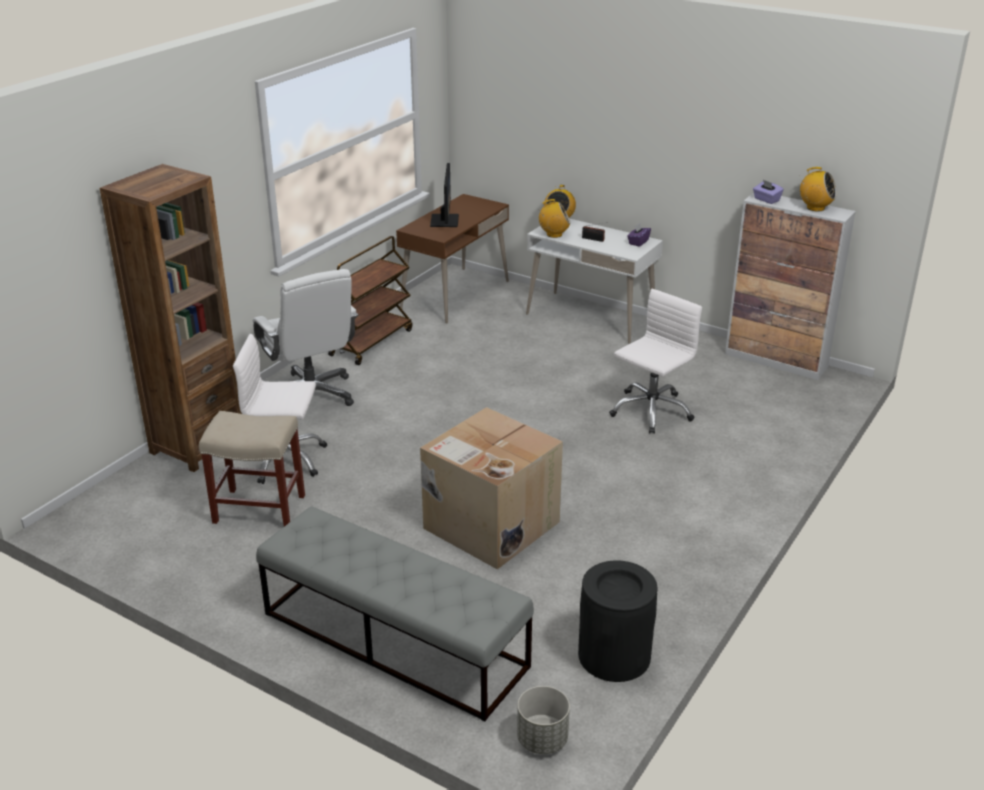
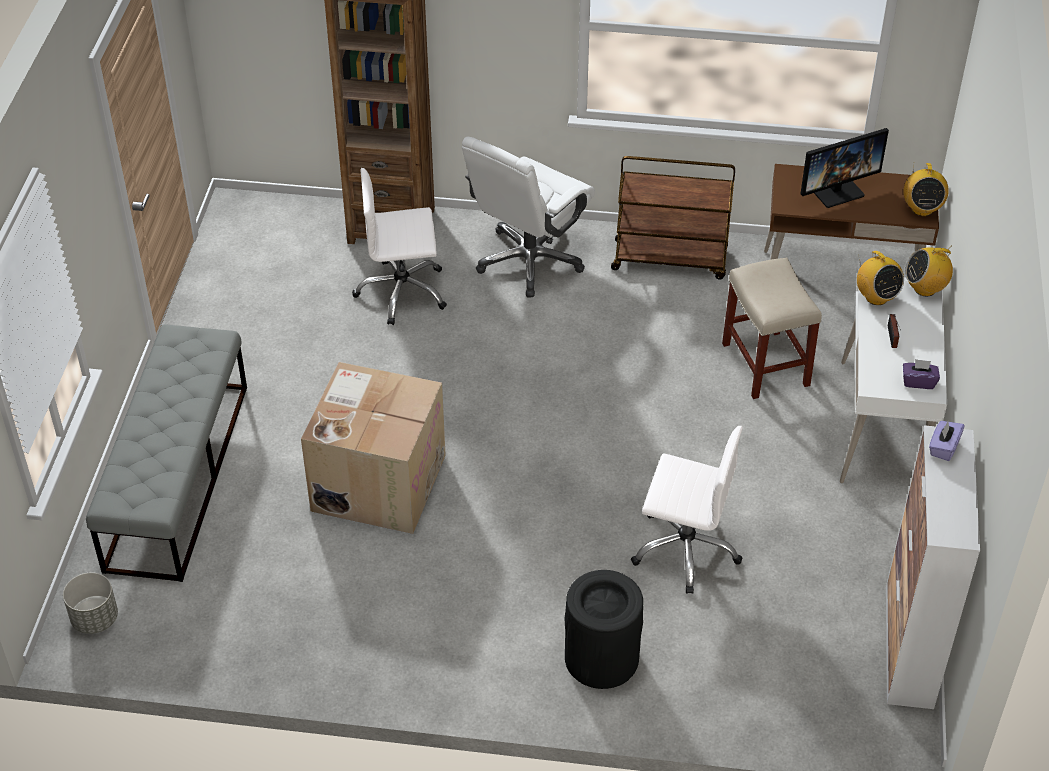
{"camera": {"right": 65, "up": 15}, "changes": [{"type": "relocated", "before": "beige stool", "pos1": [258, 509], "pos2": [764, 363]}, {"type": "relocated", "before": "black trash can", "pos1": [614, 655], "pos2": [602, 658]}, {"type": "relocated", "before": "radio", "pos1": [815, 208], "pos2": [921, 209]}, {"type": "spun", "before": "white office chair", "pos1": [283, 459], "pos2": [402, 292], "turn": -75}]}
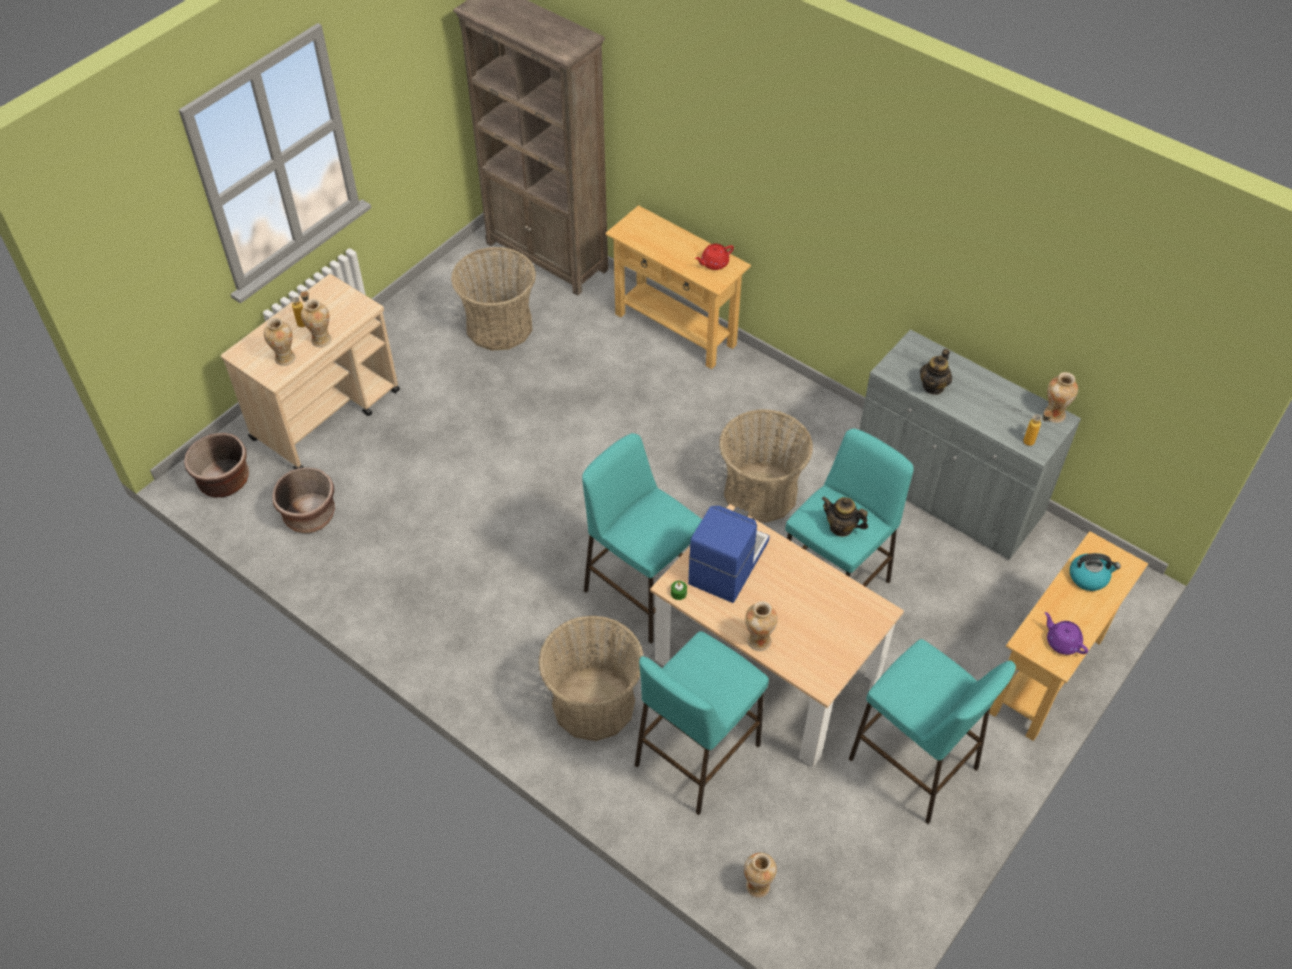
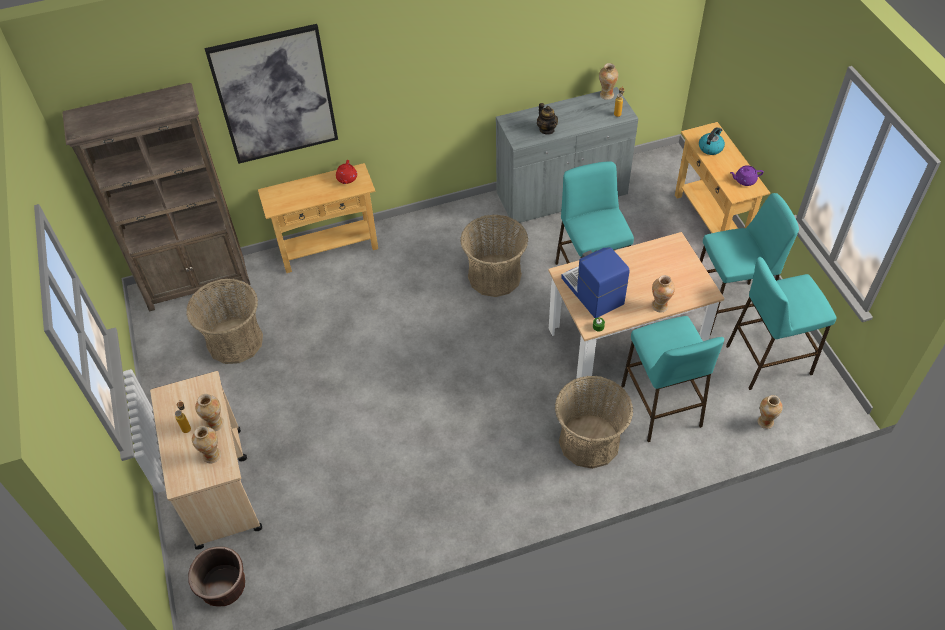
{"camera": {"right": -55, "up": 0}, "changes": [{"type": "missing", "before": "brown planter", "pos1": [310, 516]}, {"type": "missing", "before": "teapot", "pos1": [841, 527]}, {"type": "appeared", "after": "picture", "pos2": [275, 95]}, {"type": "relocated", "before": "turquoise stool", "pos1": [642, 592], "pos2": [768, 360]}]}
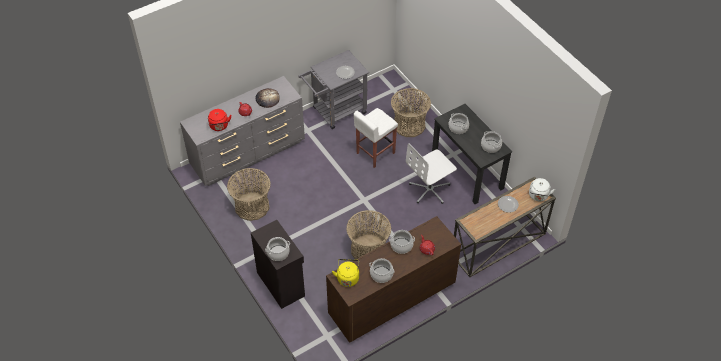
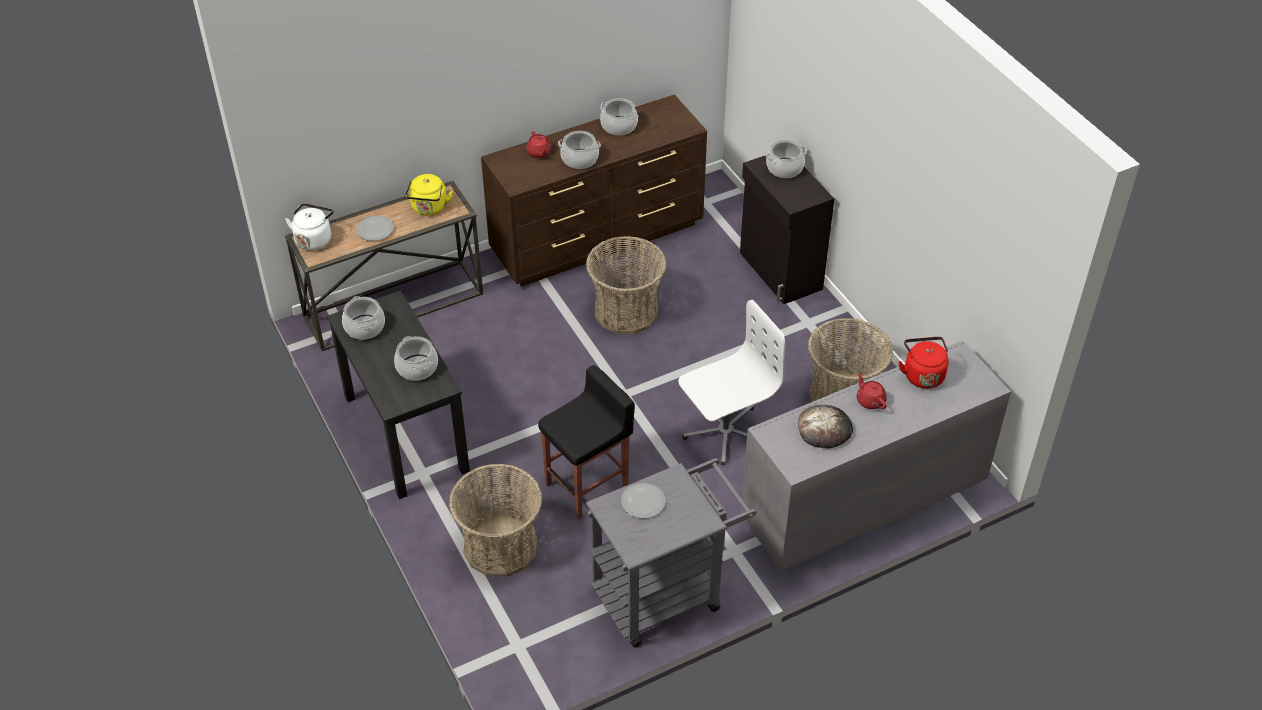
{"camera": {"right": -175, "up": -5}, "changes": [{"type": "relocated", "before": "yellow kettle", "pos1": [347, 277], "pos2": [429, 208]}, {"type": "relocated", "before": "white office chair", "pos1": [430, 190], "pos2": [724, 432]}, {"type": "colour", "before": "white stool", "after": "black stool", "pos1": [375, 153], "pos2": [588, 486]}]}
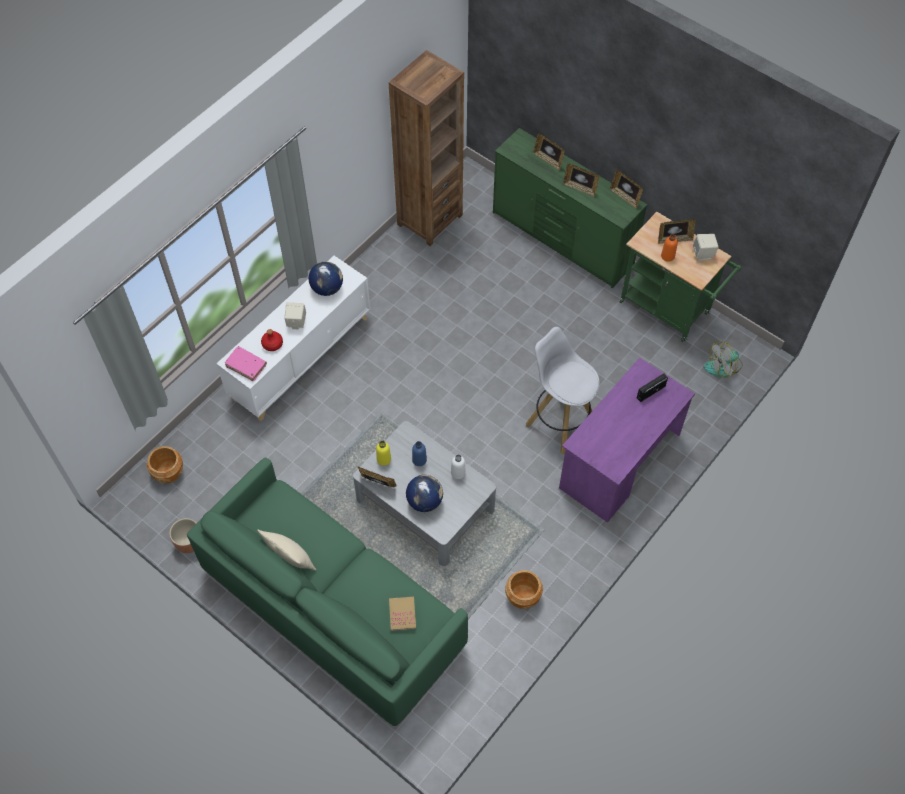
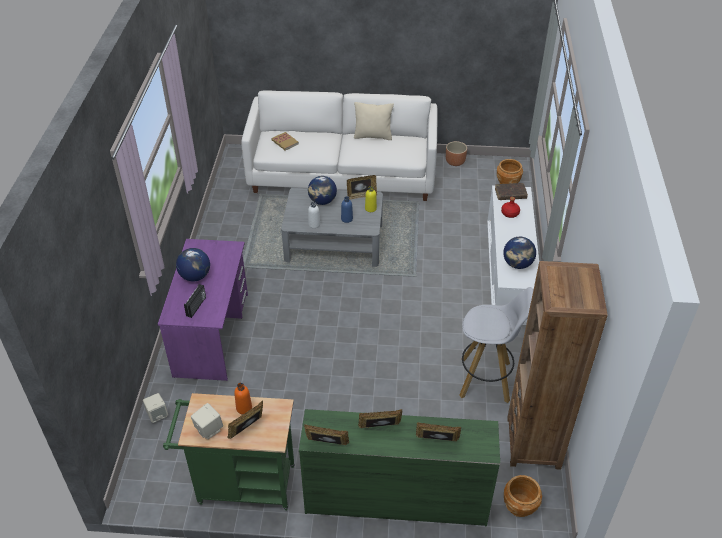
{"camera": {"right": 145, "up": -15}, "changes": [{"type": "missing", "before": "fan", "pos1": [723, 366]}, {"type": "appeared", "after": "globe", "pos2": [195, 276]}, {"type": "relocated", "before": "beige speaker", "pos1": [296, 322], "pos2": [157, 415]}, {"type": "relocated", "before": "brown planter", "pos1": [523, 596], "pos2": [519, 506]}, {"type": "relocated", "before": "white stool", "pos1": [559, 422], "pos2": [486, 380]}, {"type": "colour", "before": "green sofa", "after": "white sofa", "pos1": [332, 608], "pos2": [342, 174]}, {"type": "colour", "before": "pink book", "after": "brown book", "pos1": [246, 366], "pos2": [510, 194]}]}
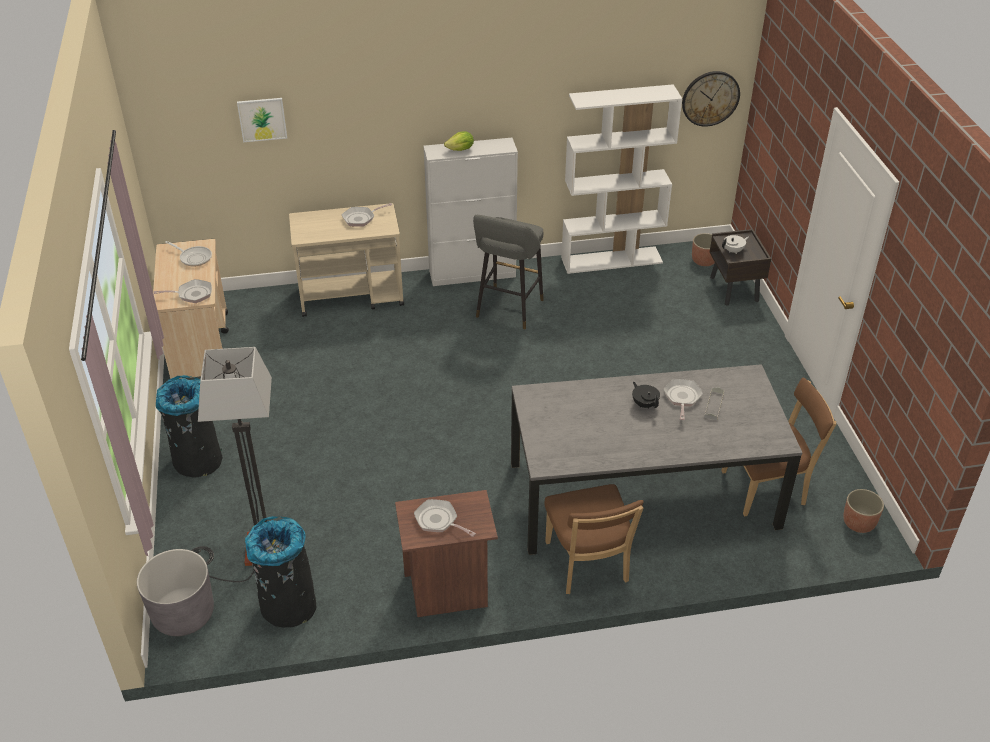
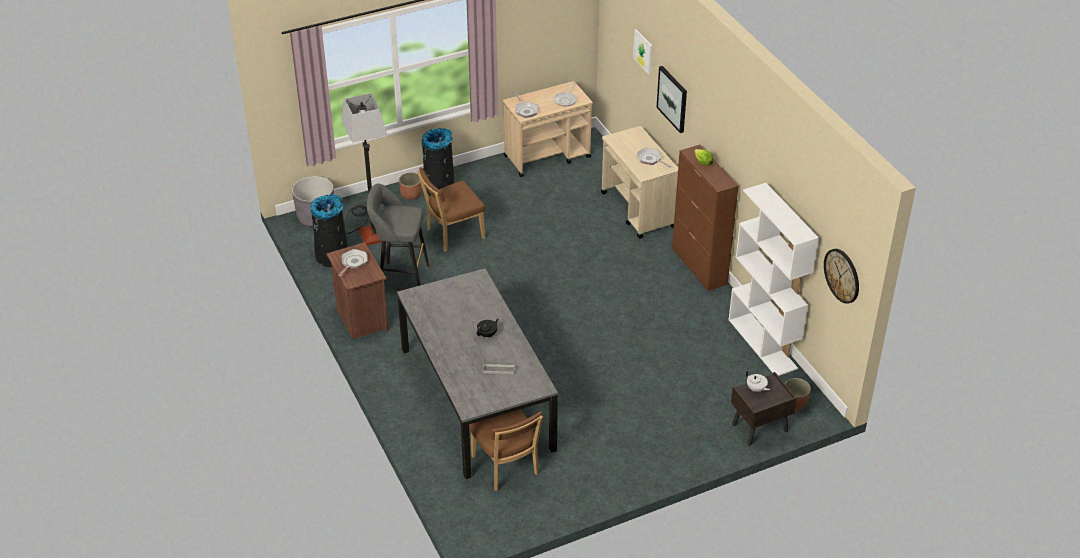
{"camera": {"right": 75, "up": 0}, "changes": [{"type": "missing", "before": "frying pan", "pos1": [682, 398]}, {"type": "appeared", "after": "picture", "pos2": [673, 99]}, {"type": "relocated", "before": "grey stool", "pos1": [508, 311], "pos2": [400, 278]}, {"type": "relocated", "before": "brown chair", "pos1": [588, 565], "pos2": [452, 234]}, {"type": "relocated", "before": "planter", "pos1": [858, 523], "pos2": [411, 195]}, {"type": "colour", "before": "white cabinet", "after": "brown cabinet", "pos1": [473, 274], "pos2": [699, 266]}]}
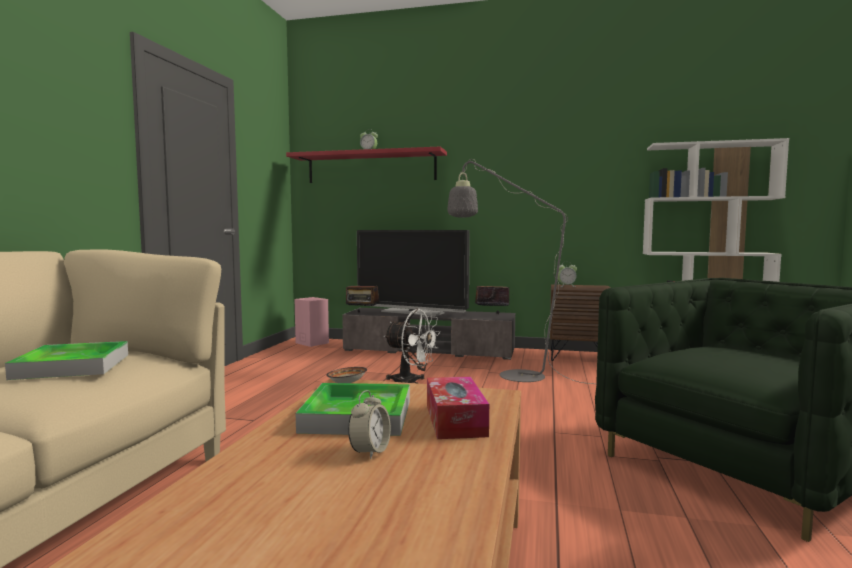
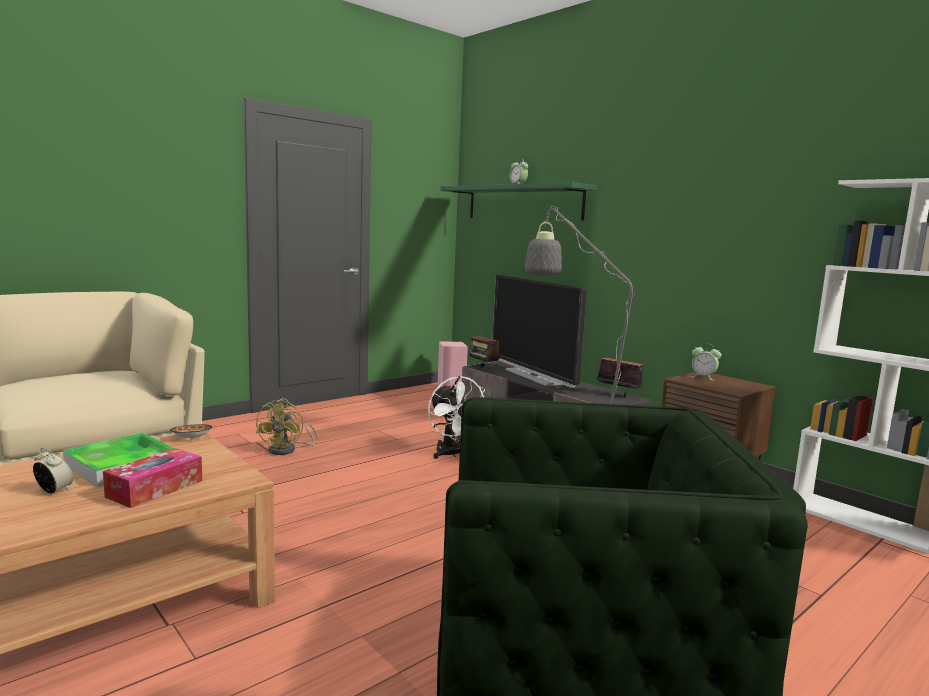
{"camera": {"right": 35, "up": 5}, "changes": [{"type": "missing", "before": "tray", "pos1": [72, 366]}, {"type": "appeared", "after": "yellow fan", "pos2": [288, 450]}, {"type": "colour", "before": "red shelf", "after": "green shelf", "pos1": [371, 167], "pos2": [523, 203]}, {"type": "spun", "before": "alarm clock", "pos1": [370, 451], "pos2": [54, 491], "turn": -120}]}
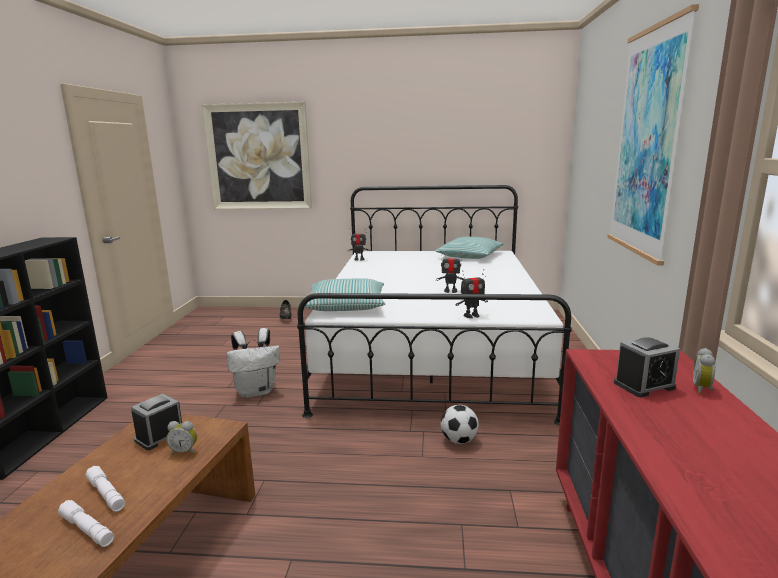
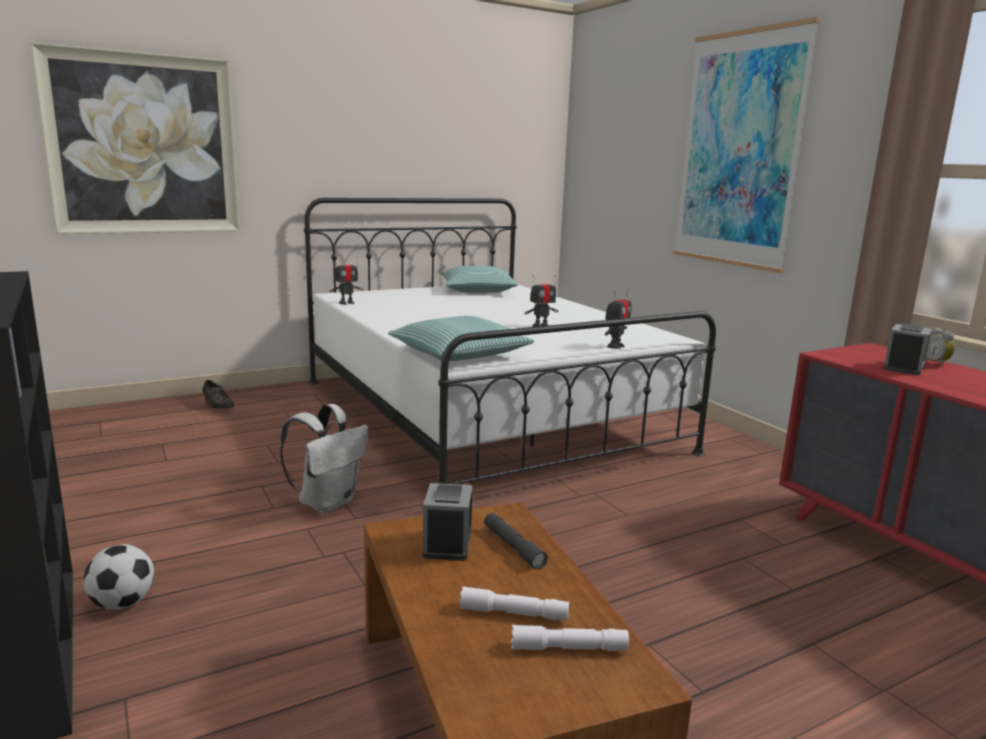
{"camera": {"right": -35, "up": 0}, "changes": [{"type": "relocated", "before": "football", "pos1": [459, 440], "pos2": [123, 603]}, {"type": "exchanged", "before": "alarm clock", "after": "grey flashlight", "pos1": [185, 451], "pos2": [513, 547]}]}
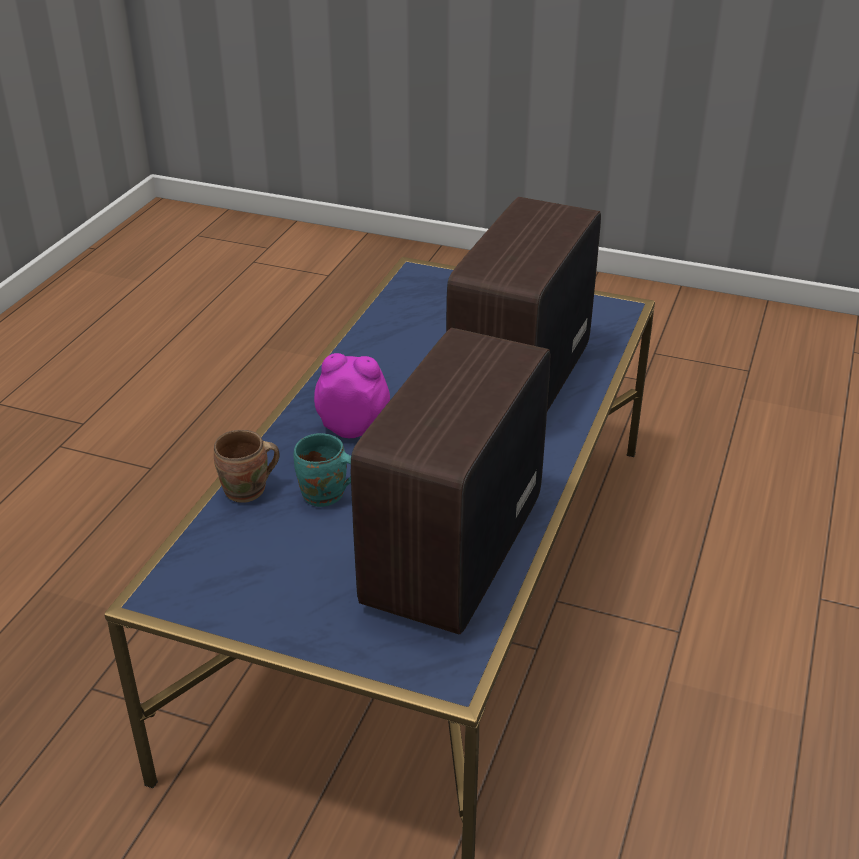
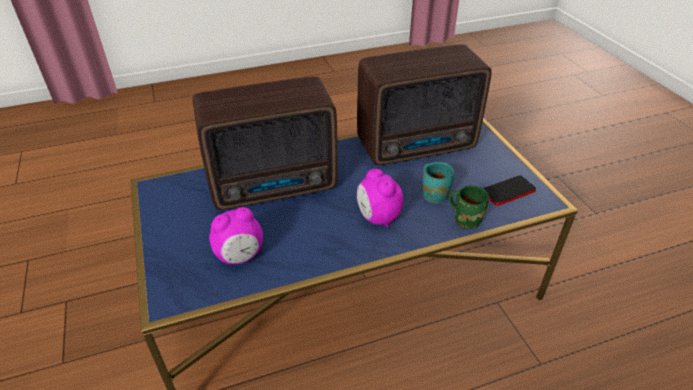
{"camera": {"right": -130, "up": 5}, "changes": [{"type": "appeared", "after": "alarm clock", "pos2": [240, 256]}, {"type": "appeared", "after": "phone", "pos2": [508, 191]}, {"type": "colour", "before": "brown mug", "after": "green mug", "pos1": [248, 491], "pos2": [466, 220]}]}
